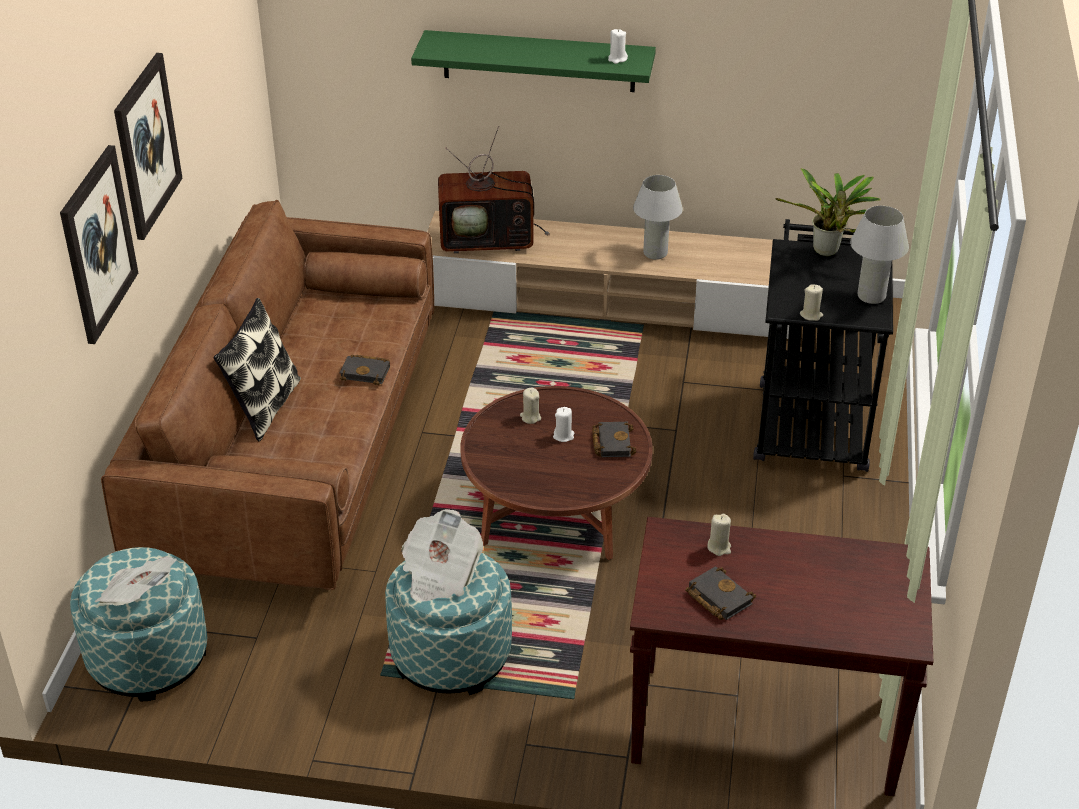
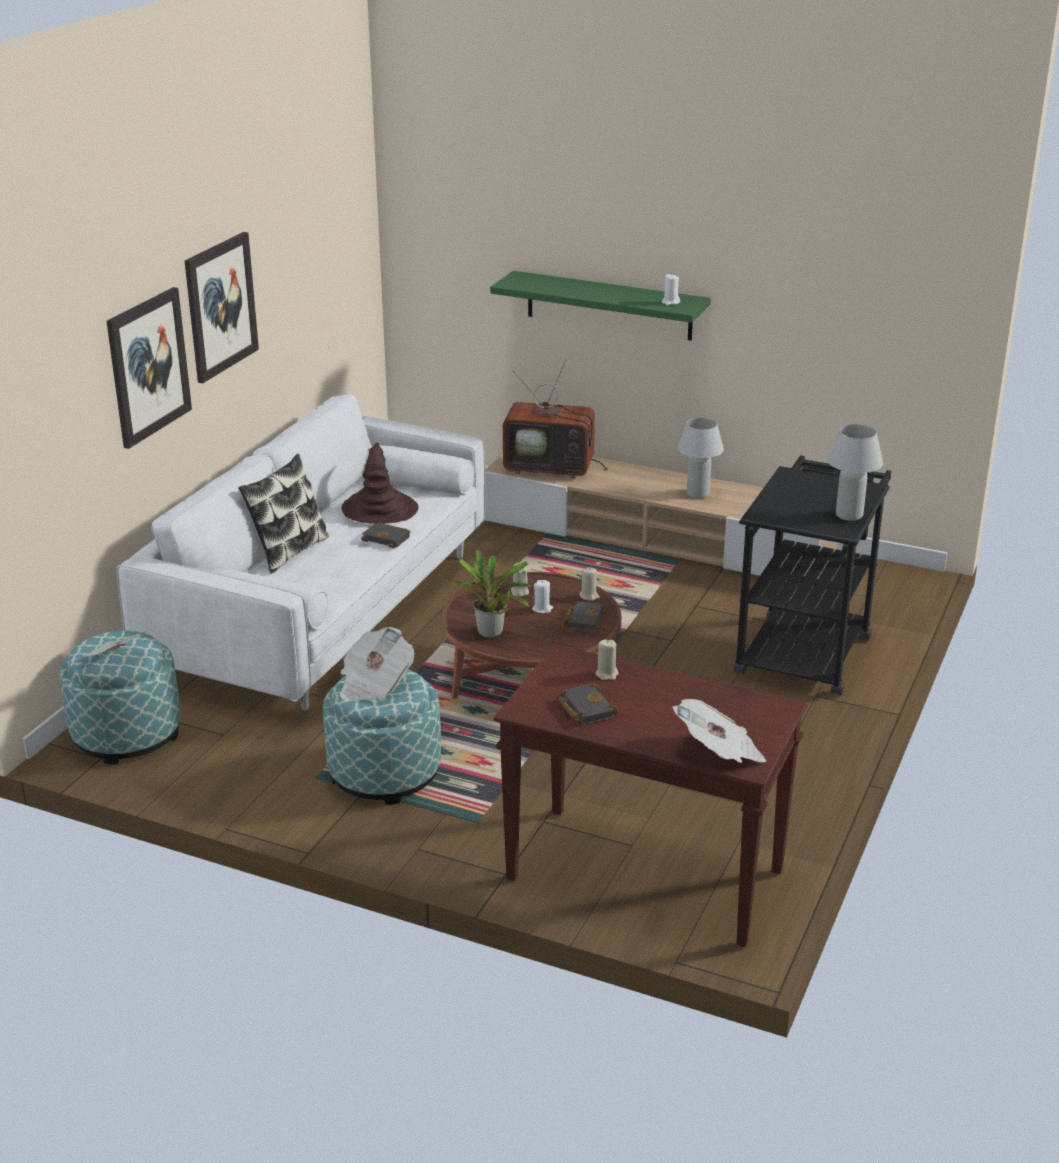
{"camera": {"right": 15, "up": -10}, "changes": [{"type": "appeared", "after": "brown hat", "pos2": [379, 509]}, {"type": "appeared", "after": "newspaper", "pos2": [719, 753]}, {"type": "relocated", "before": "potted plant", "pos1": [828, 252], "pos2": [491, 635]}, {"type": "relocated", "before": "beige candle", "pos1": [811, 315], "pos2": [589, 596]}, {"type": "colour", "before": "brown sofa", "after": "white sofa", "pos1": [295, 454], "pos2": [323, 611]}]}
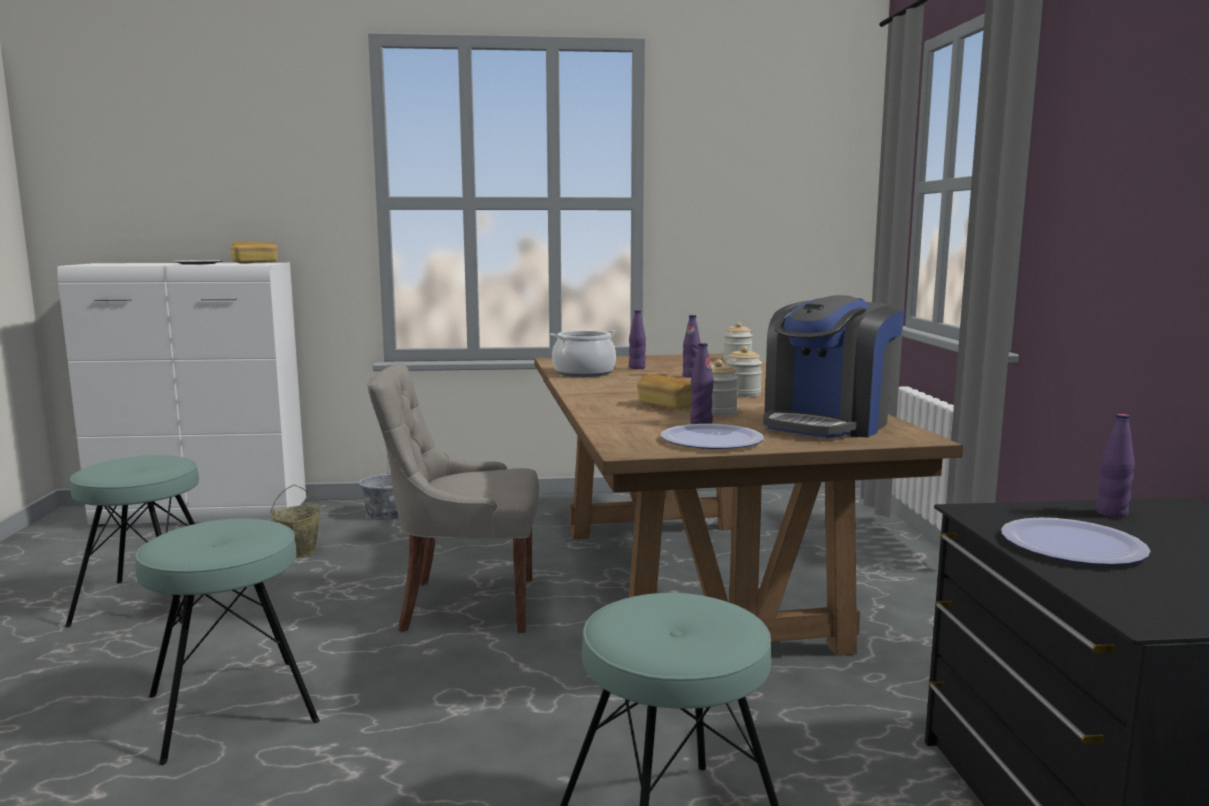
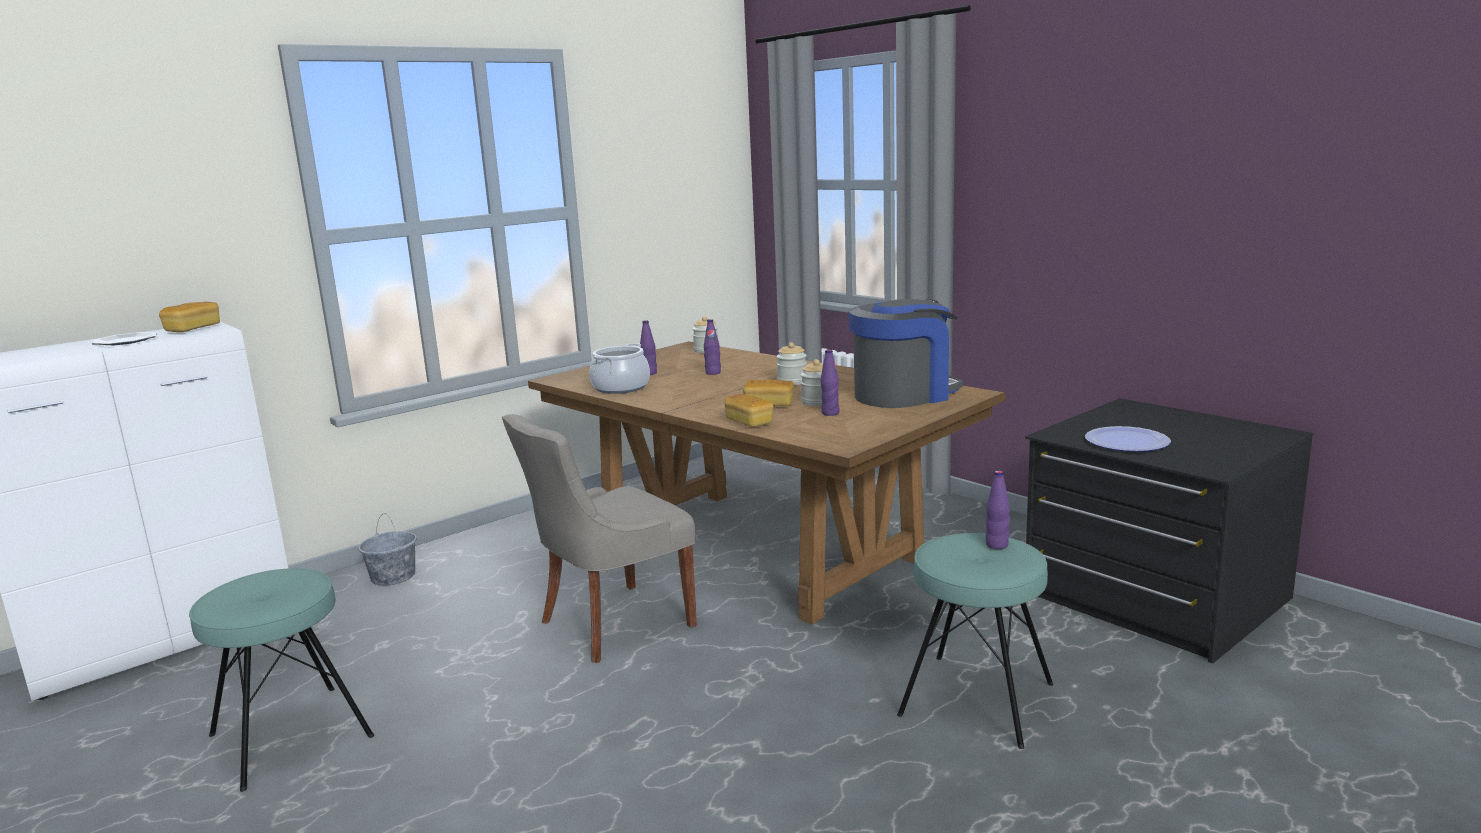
{"camera": {"right": -35, "up": 5}, "changes": [{"type": "missing", "before": "turquoise stool", "pos1": [231, 709]}, {"type": "missing", "before": "beige bucket", "pos1": [298, 552]}, {"type": "missing", "before": "plate", "pos1": [712, 440]}, {"type": "appeared", "after": "bread", "pos2": [749, 422]}, {"type": "relocated", "before": "purple bottle", "pos1": [1111, 513], "pos2": [997, 545]}, {"type": "spun", "before": "coffee machine", "pos1": [827, 424], "pos2": [904, 395], "turn": -120}]}
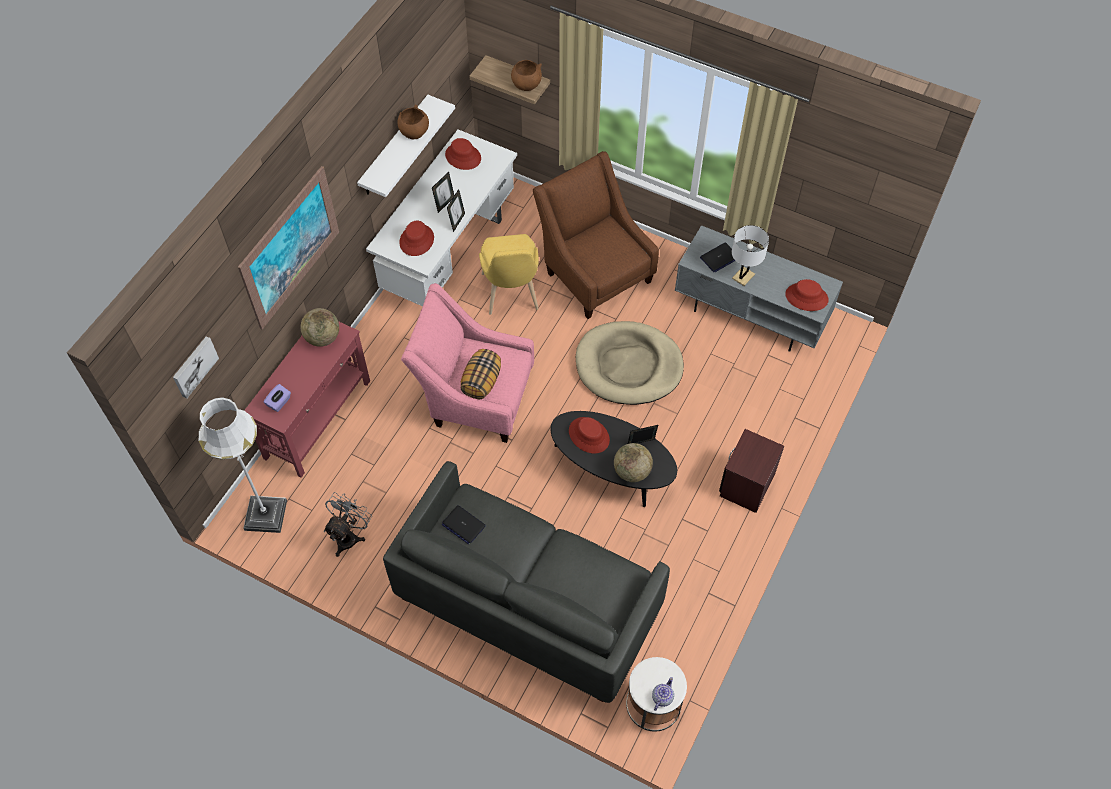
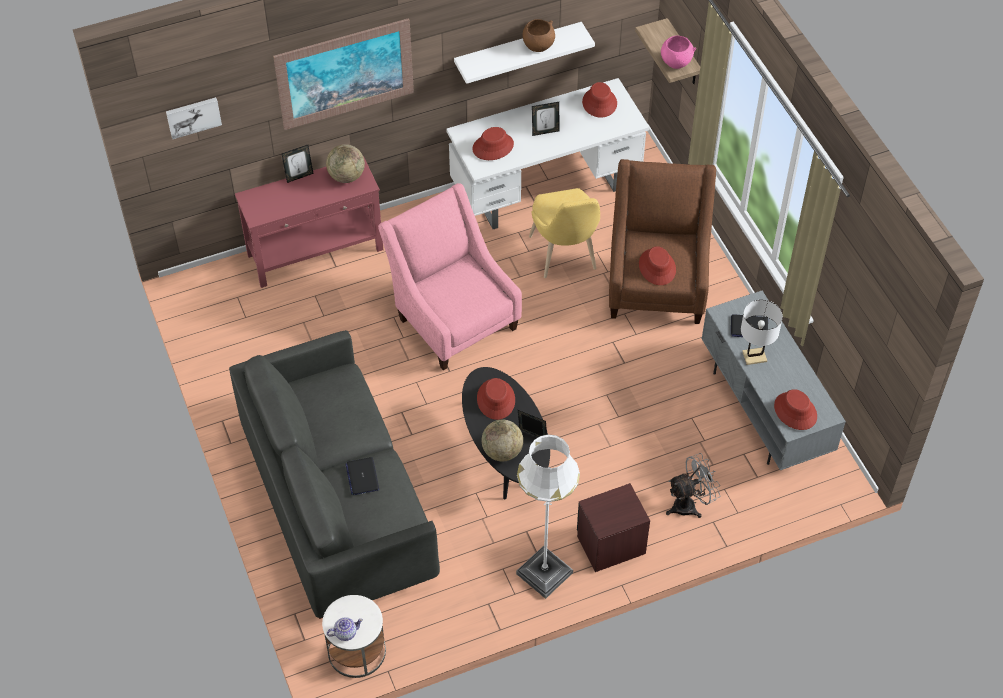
{"camera": {"right": 40, "up": -5}, "changes": [{"type": "missing", "before": "purple tissue box", "pos1": [279, 402]}, {"type": "missing", "before": "pillow", "pos1": [481, 382]}, {"type": "missing", "before": "beige dog bed", "pos1": [628, 366]}, {"type": "appeared", "after": "red hat", "pos2": [657, 267]}, {"type": "relocated", "before": "white floor lamp", "pos1": [265, 515], "pos2": [544, 573]}, {"type": "relocated", "before": "grey fan", "pos1": [349, 536], "pos2": [689, 505]}, {"type": "relocated", "before": "laptop", "pos1": [463, 525], "pos2": [362, 476]}, {"type": "relocated", "before": "picture frame", "pos1": [457, 222], "pos2": [299, 176]}, {"type": "colour", "before": "brown bowl", "after": "pink bowl", "pos1": [526, 85], "pos2": [676, 62]}, {"type": "spun", "before": "yellow chair", "pos1": [511, 295], "pos2": [564, 257], "turn": -45}]}
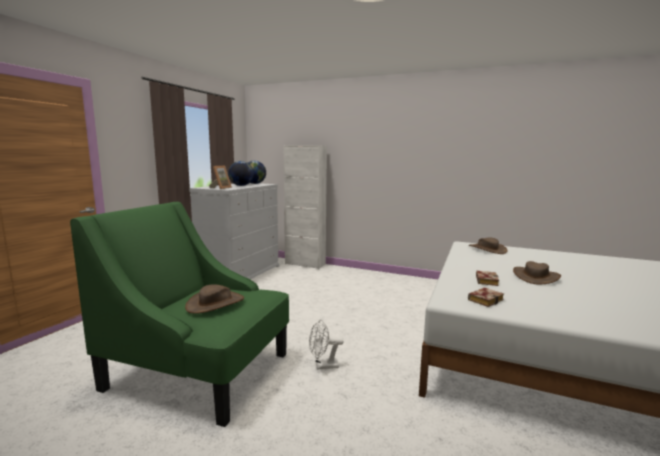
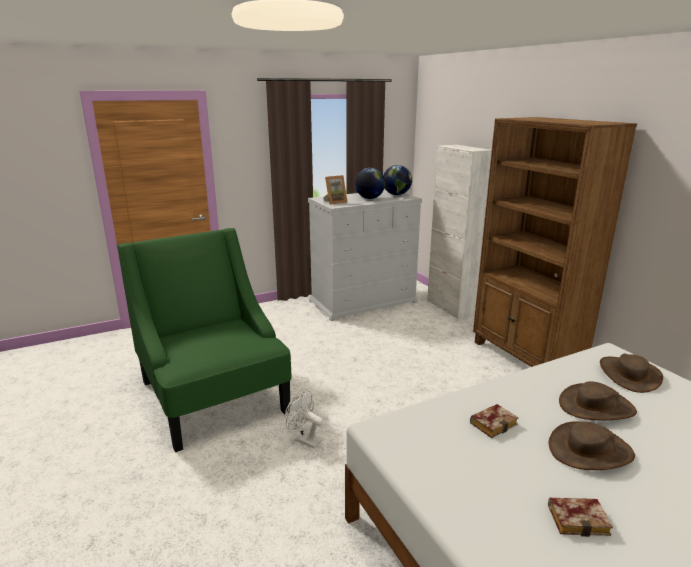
{"camera": {"right": 40, "up": 10}, "changes": [{"type": "appeared", "after": "brown bookcase", "pos2": [525, 358]}, {"type": "relocated", "before": "brown hat", "pos1": [215, 303], "pos2": [596, 407]}, {"type": "relocated", "before": "book", "pos1": [485, 299], "pos2": [579, 519]}]}
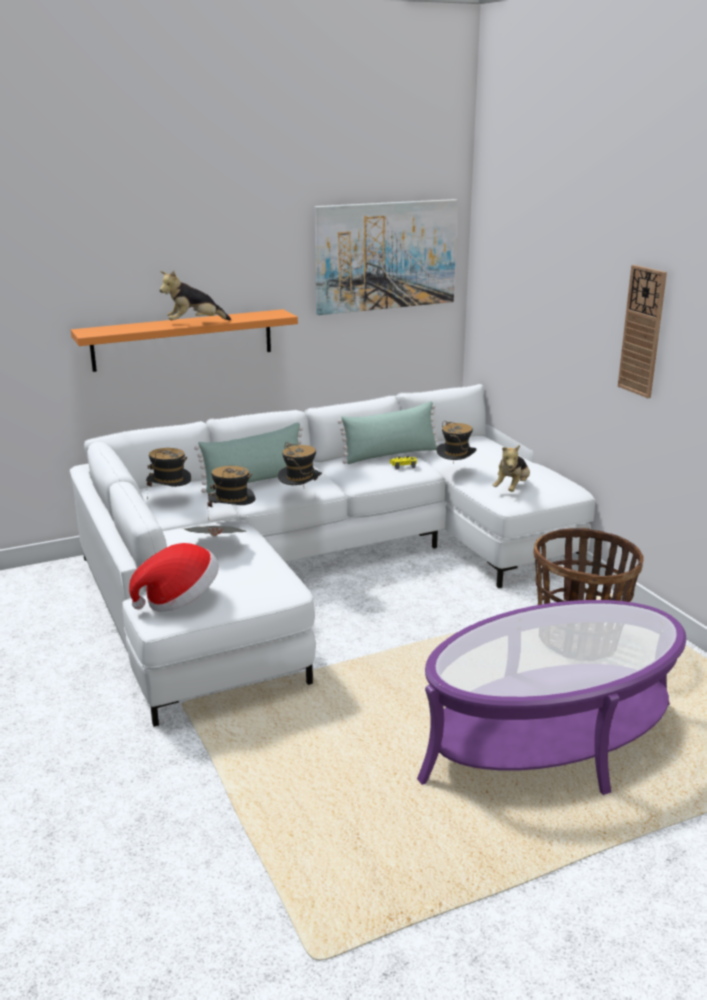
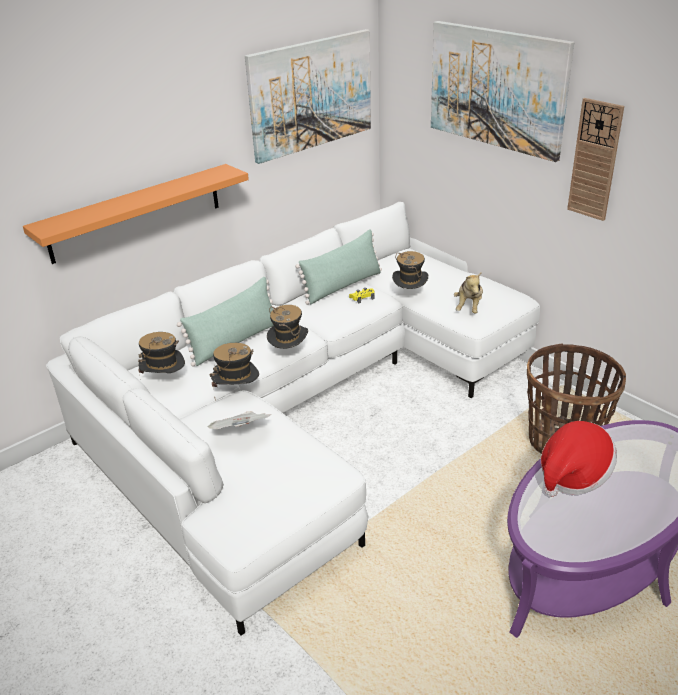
{"camera": {"right": -15, "up": 10}, "changes": [{"type": "missing", "before": "plush toy", "pos1": [194, 323]}, {"type": "appeared", "after": "picture", "pos2": [497, 88]}, {"type": "relocated", "before": "hat", "pos1": [179, 600], "pos2": [573, 475]}]}
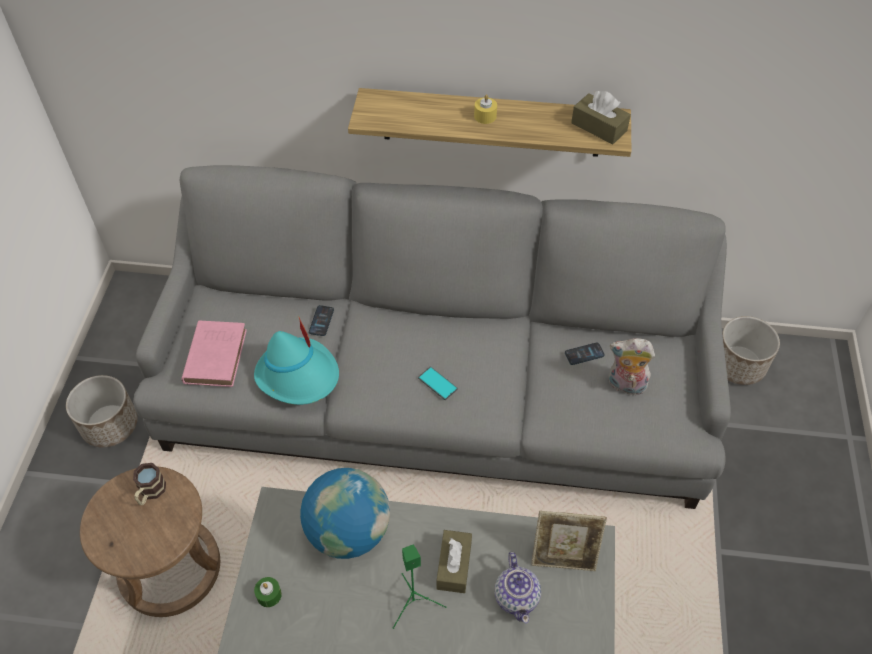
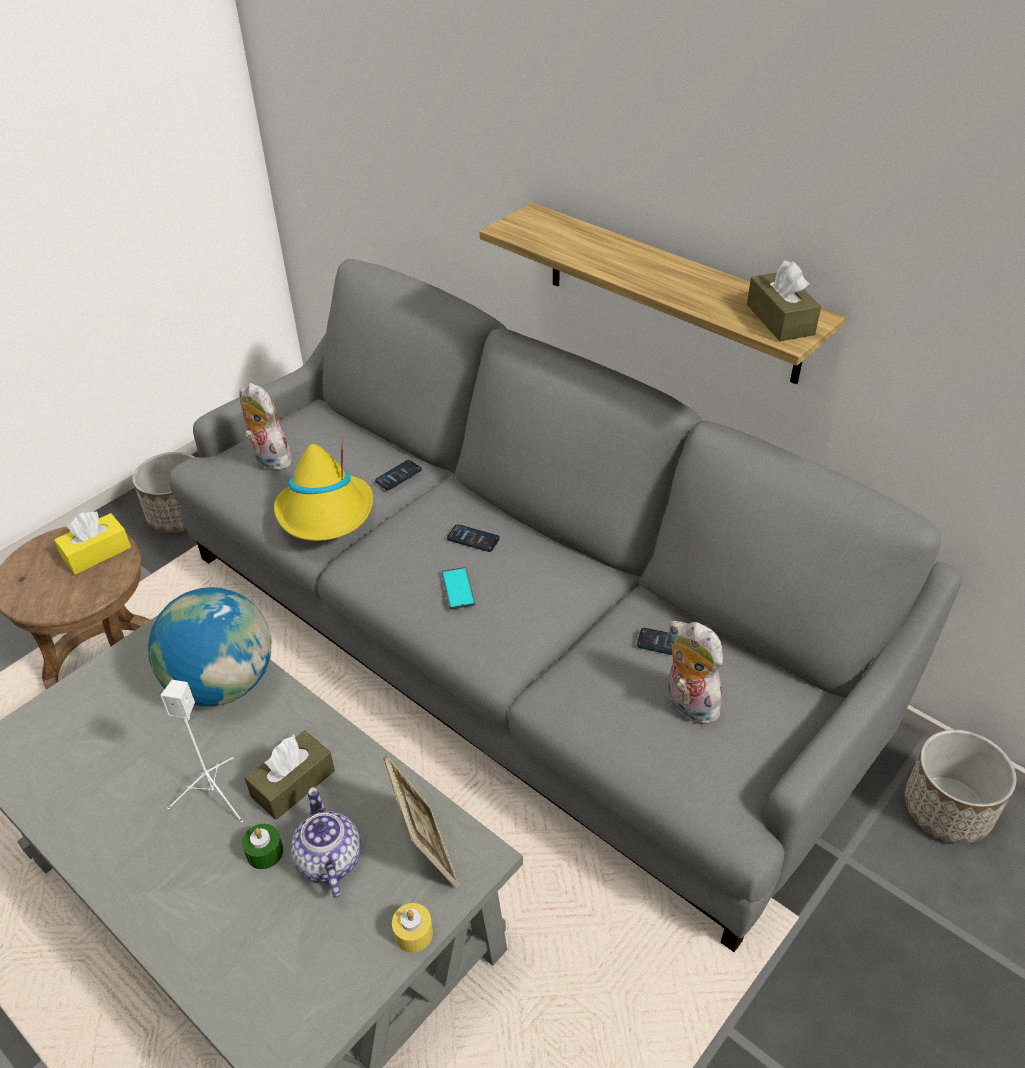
{"camera": {"right": 35, "up": -10}, "changes": [{"type": "appeared", "after": "phone", "pos2": [473, 539]}, {"type": "relocated", "before": "green candle", "pos1": [269, 595], "pos2": [265, 852]}, {"type": "relocated", "before": "yellow candle", "pos1": [485, 116], "pos2": [413, 933]}, {"type": "exchanged", "before": "mug", "after": "yellow tissue box", "pos1": [150, 493], "pos2": [97, 553]}, {"type": "exchanged", "before": "pink book", "after": "plush toy", "pos1": [216, 354], "pos2": [269, 459]}, {"type": "colour", "before": "turquoise hat", "after": "yellow hat", "pos1": [299, 375], "pos2": [326, 513]}, {"type": "colour", "before": "green speaker", "after": "white speaker", "pos1": [414, 602], "pos2": [215, 795]}, {"type": "spun", "before": "teapot", "pos1": [517, 596], "pos2": [328, 861], "turn": 135}, {"type": "spun", "before": "picture frame", "pos1": [563, 556], "pos2": [426, 851], "turn": -150}]}
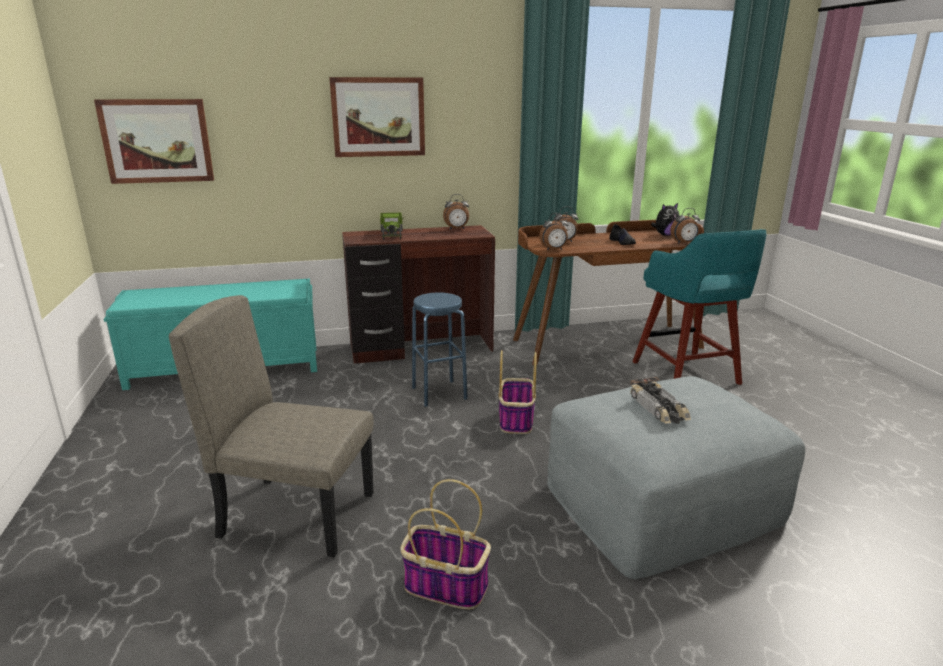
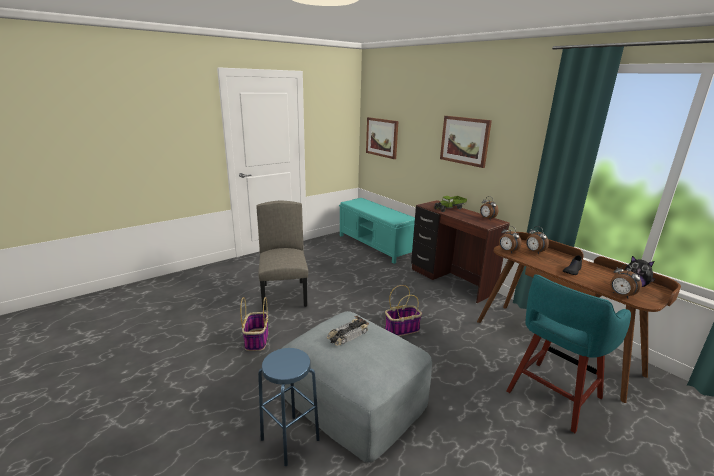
{"camera": {"right": 65, "up": 0}, "changes": [{"type": "relocated", "before": "blue stool", "pos1": [439, 393], "pos2": [290, 439]}]}
